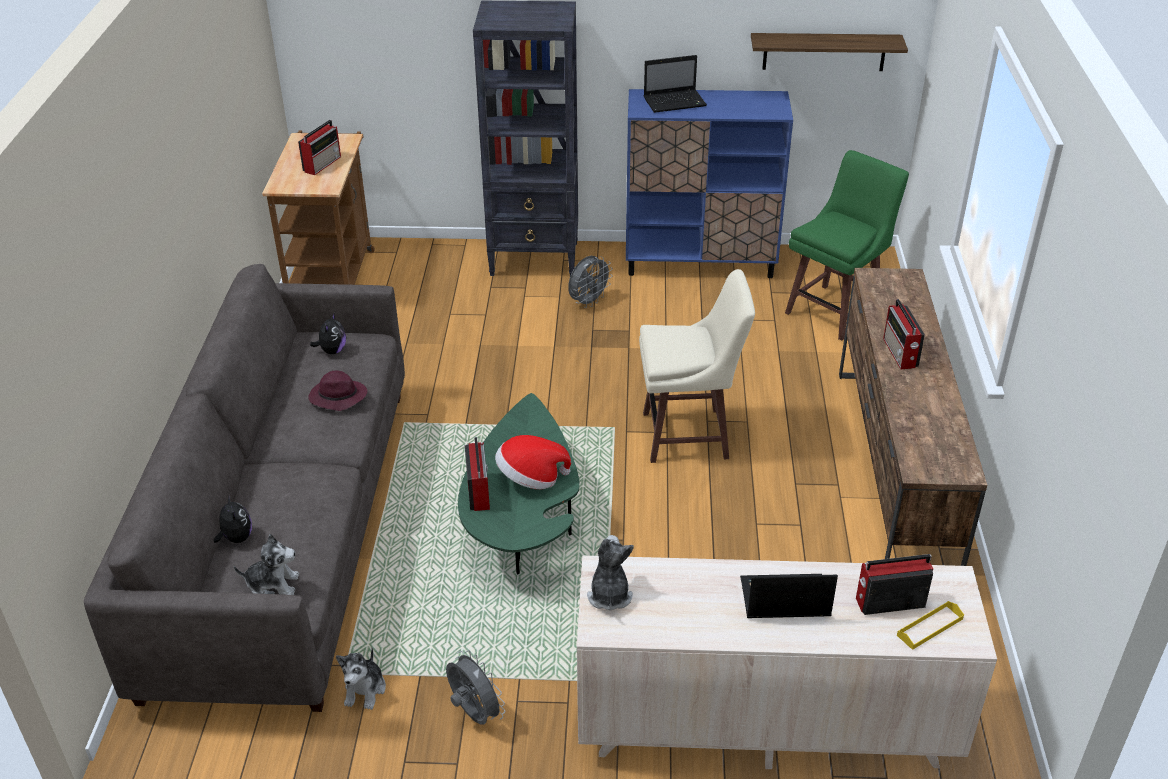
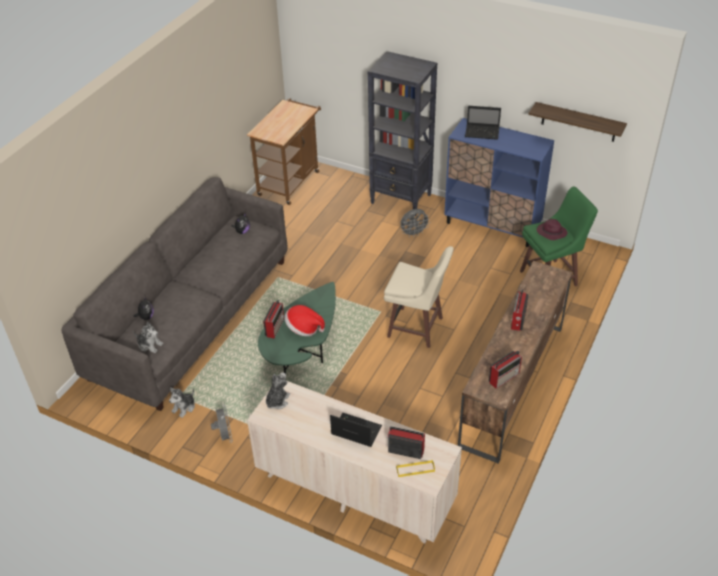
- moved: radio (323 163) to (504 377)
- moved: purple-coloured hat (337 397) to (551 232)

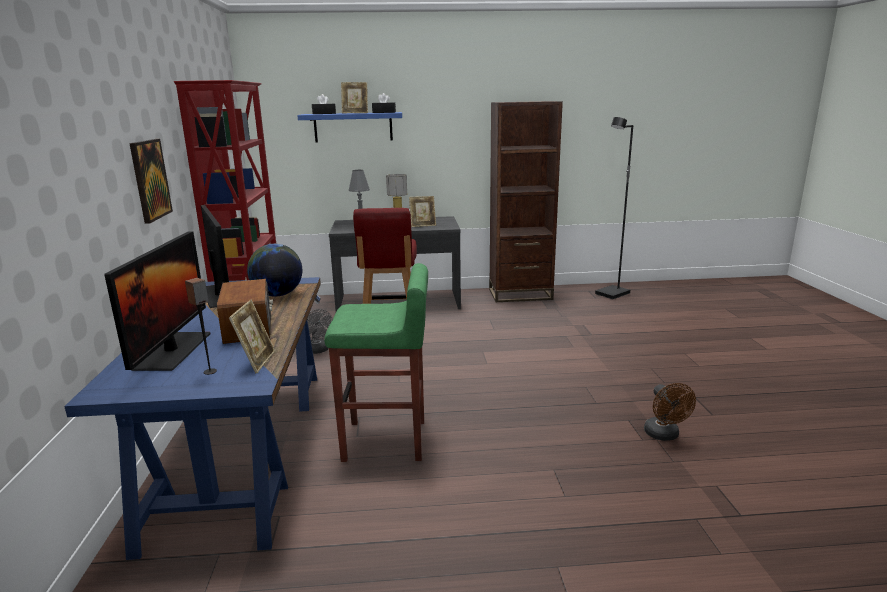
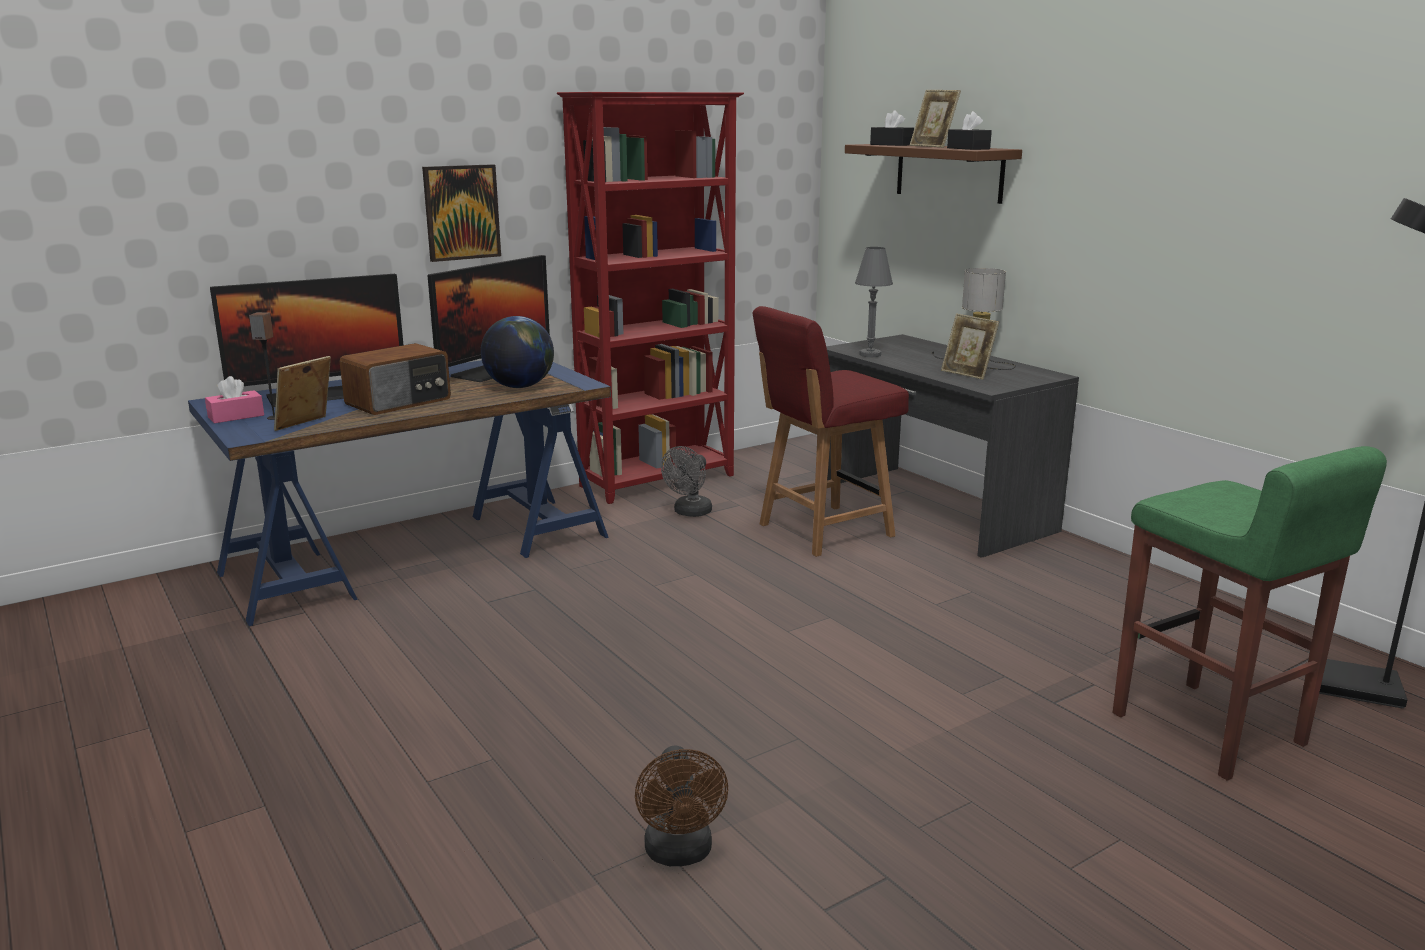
- added: pink tissue box (236 416)
- turned: picture frame (257 362) = (306 425) 150 degrees clockwise
- turned: brown fan (664 435) = (680 854) 60 degrees counterclockwise
- recoloured: blue shelf (353 127) to brown shelf (949 172)
- moved: green-coloured sitting stool (386 441) to (1208 730)
- removed: brown shelving unit (520 294)

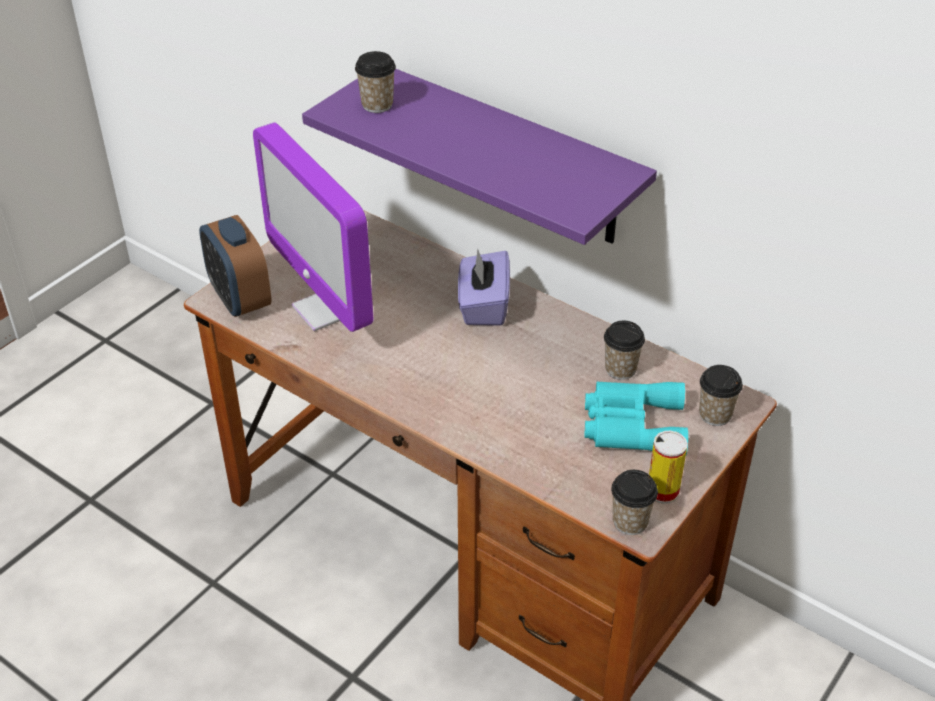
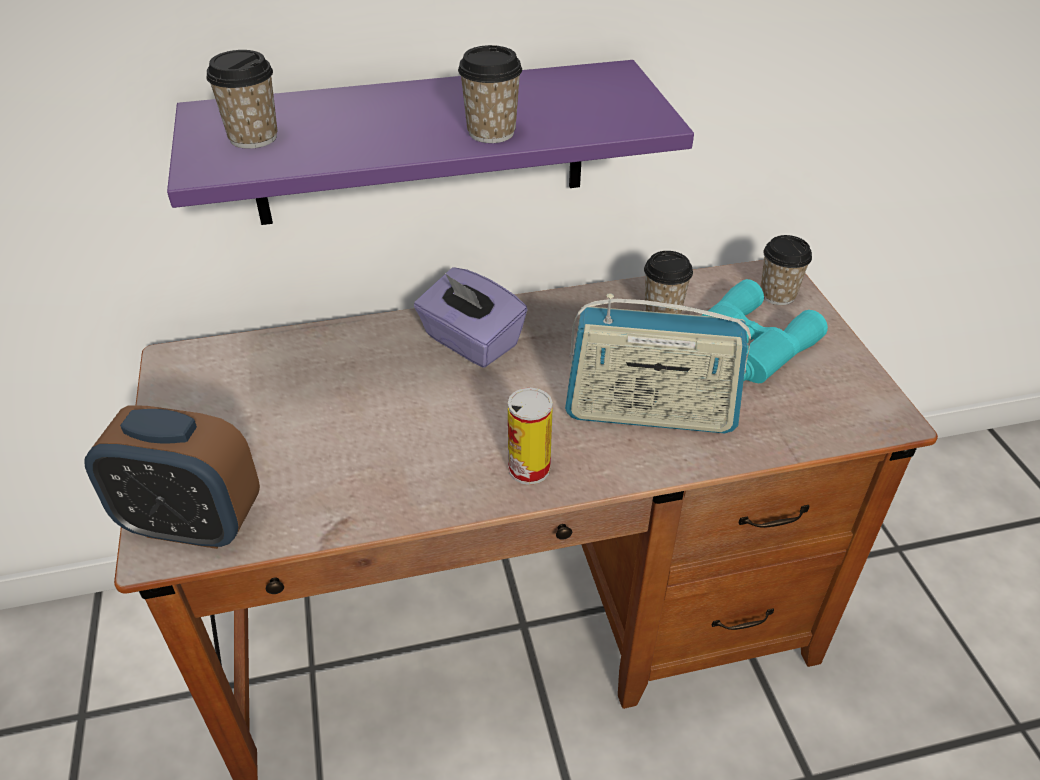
- moved: small cup (630 522) to (491 132)
- moved: can (663 491) to (529 468)
- added: radio (650 413)
- removed: computer display (325 309)

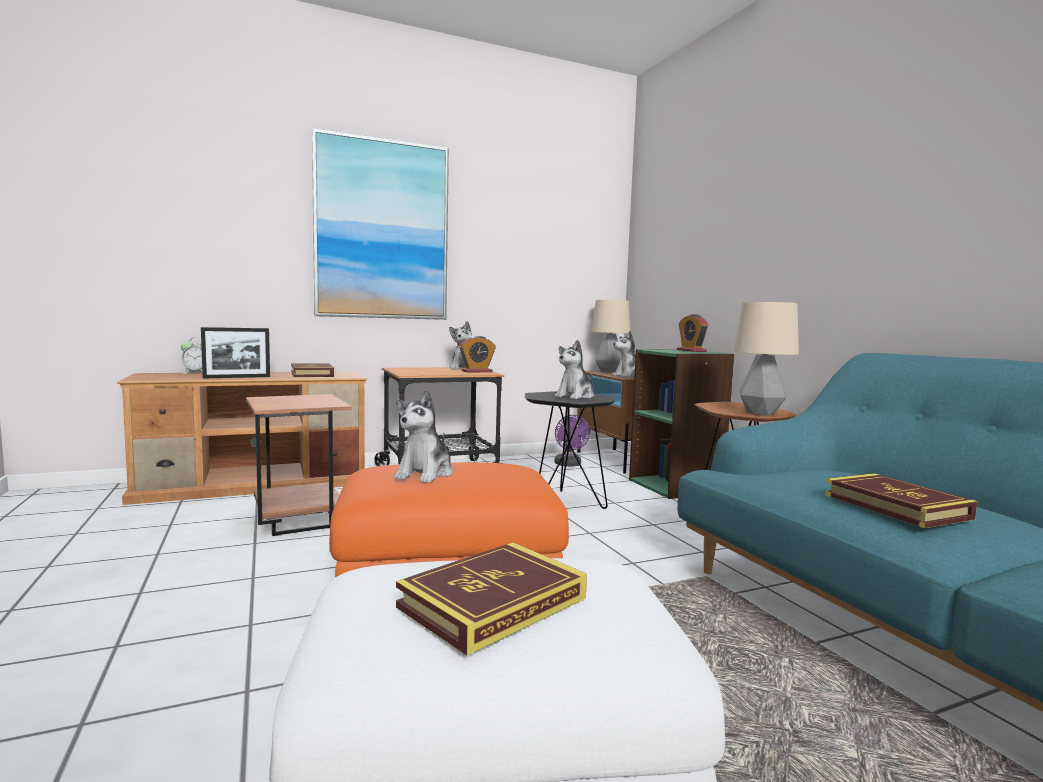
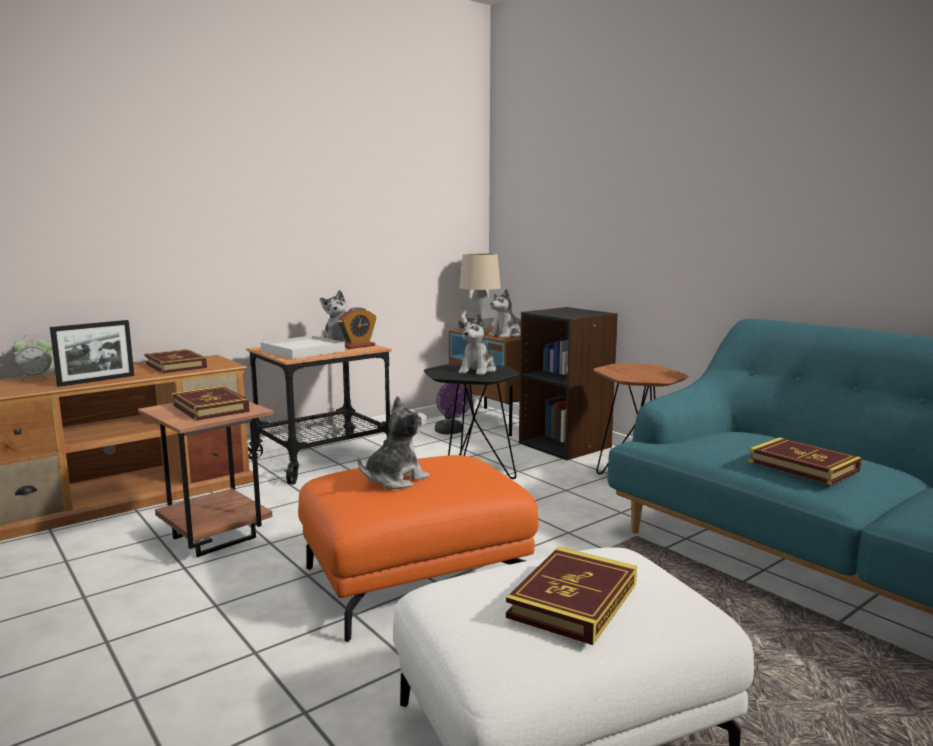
- added: bound book (210 408)
- added: white-coloured serving tray (303 351)
- turned: soft toy (425 474) = (394 480) 135 degrees counterclockwise
- recoloured: green-coloured shelving unit (676 486) to black shelving unit (565 445)
- removed: picture (382 230)
- removed: bedside clock (691 351)
- removed: lamp for a table (759 413)

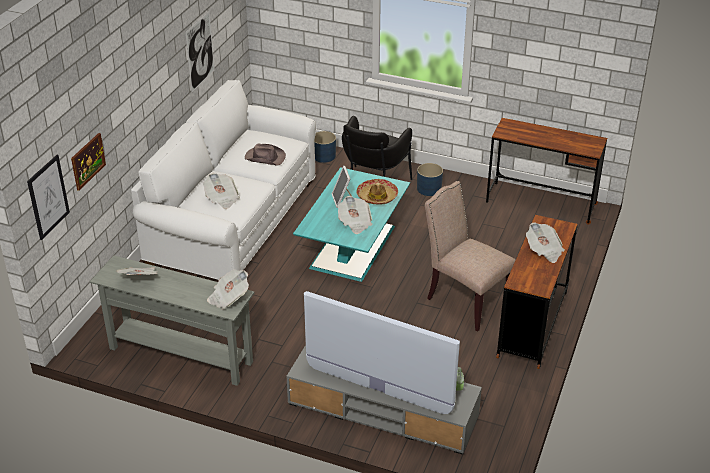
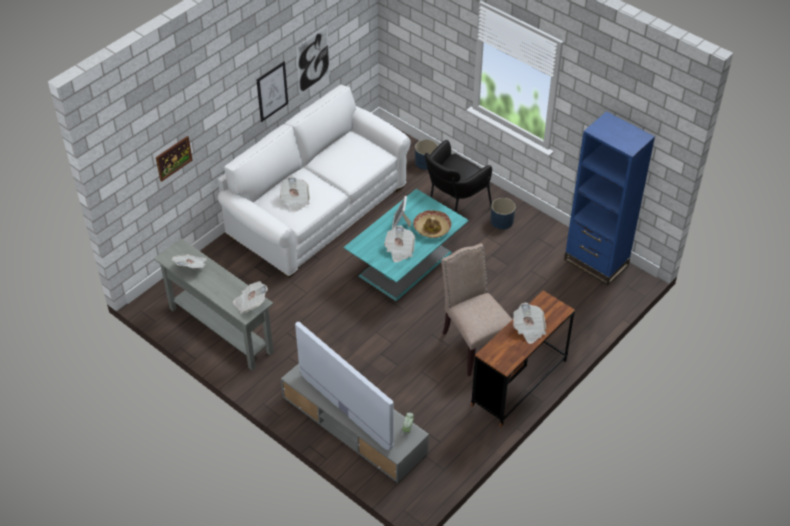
- moved: picture (48 197) to (272 91)
- replaced: brown desk table (541 203) to blue shelving unit (596 262)
- removed: brown hat (264 157)

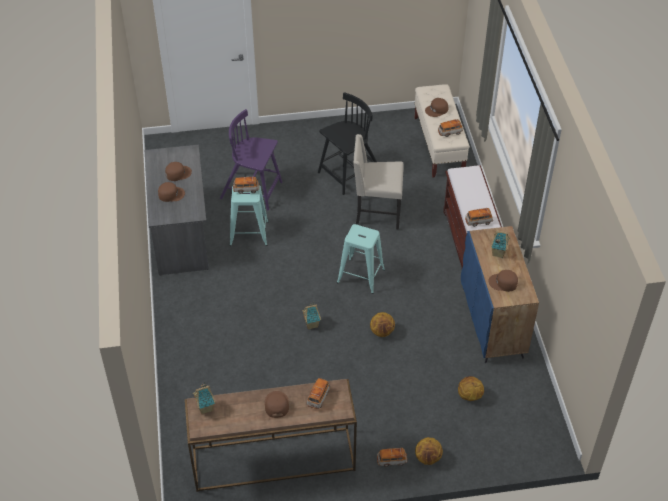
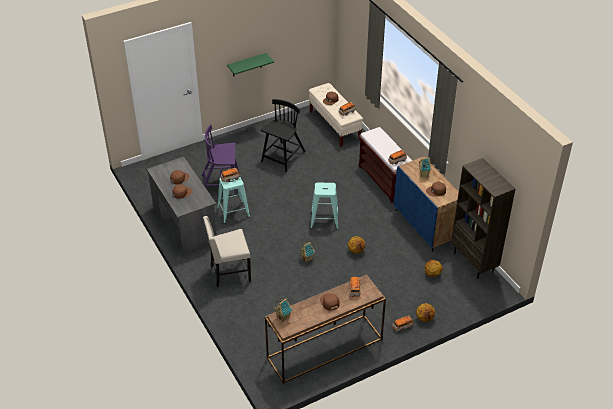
- moved: beige upright chair (376 213) to (229 273)
- added: green-coloured shelf (247 65)
- added: brown shelving unit (474 262)

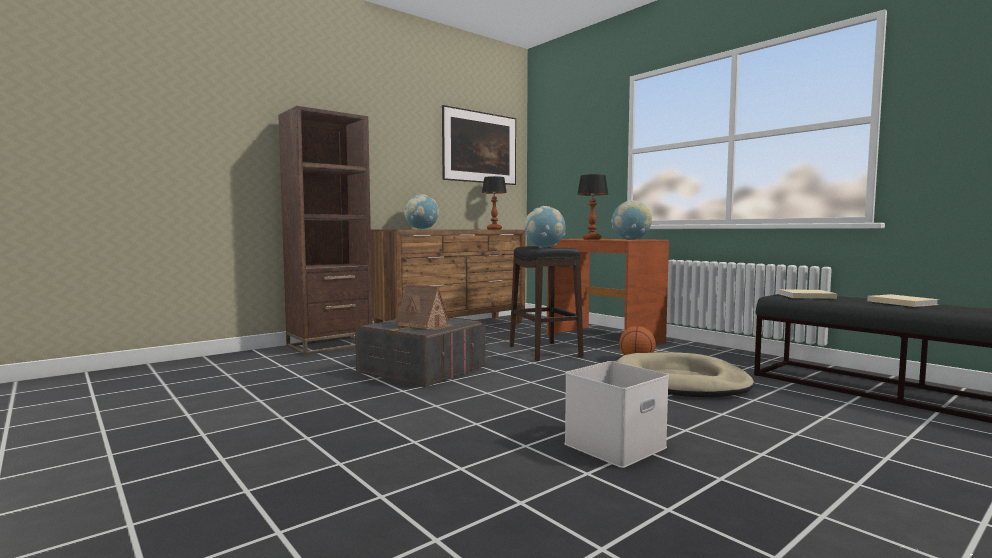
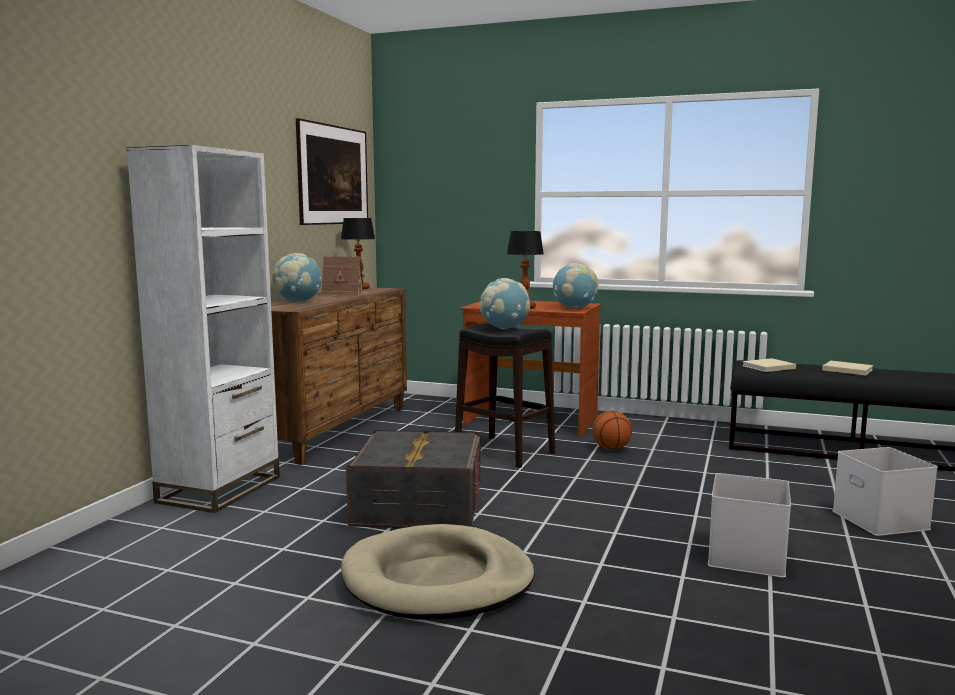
- recoloured: brown shelving unit (330 345) to white-coloured shelving unit (220 489)
- moved: toy house (424 325) to (345 293)
- moved: beige dog cushion (681 382) to (437 580)
- added: white-coloured storage bin (882 520)

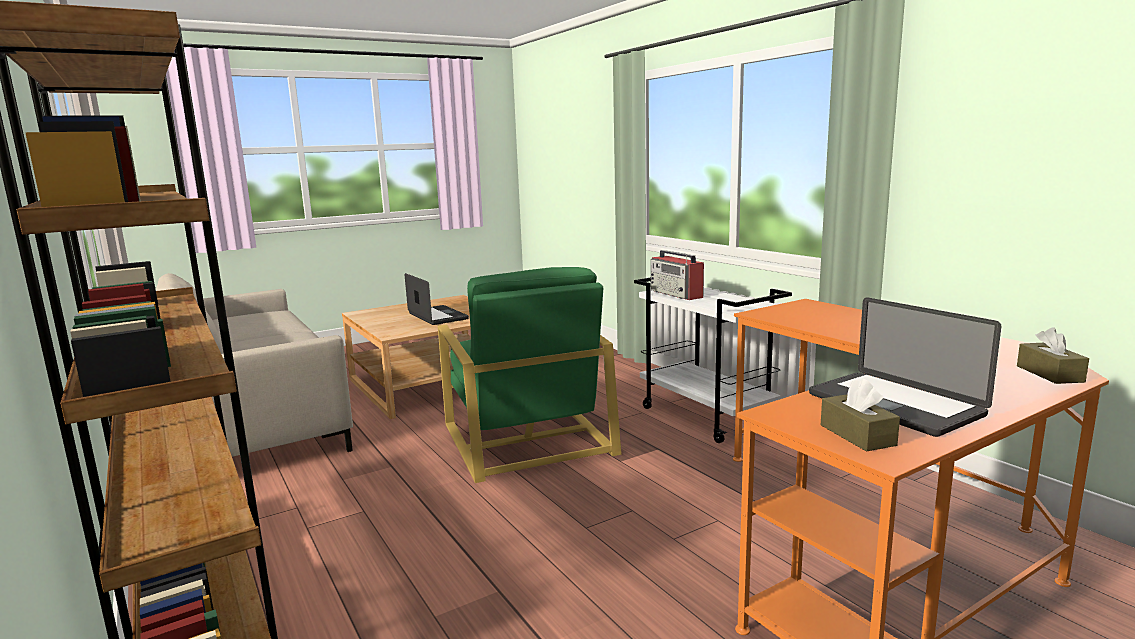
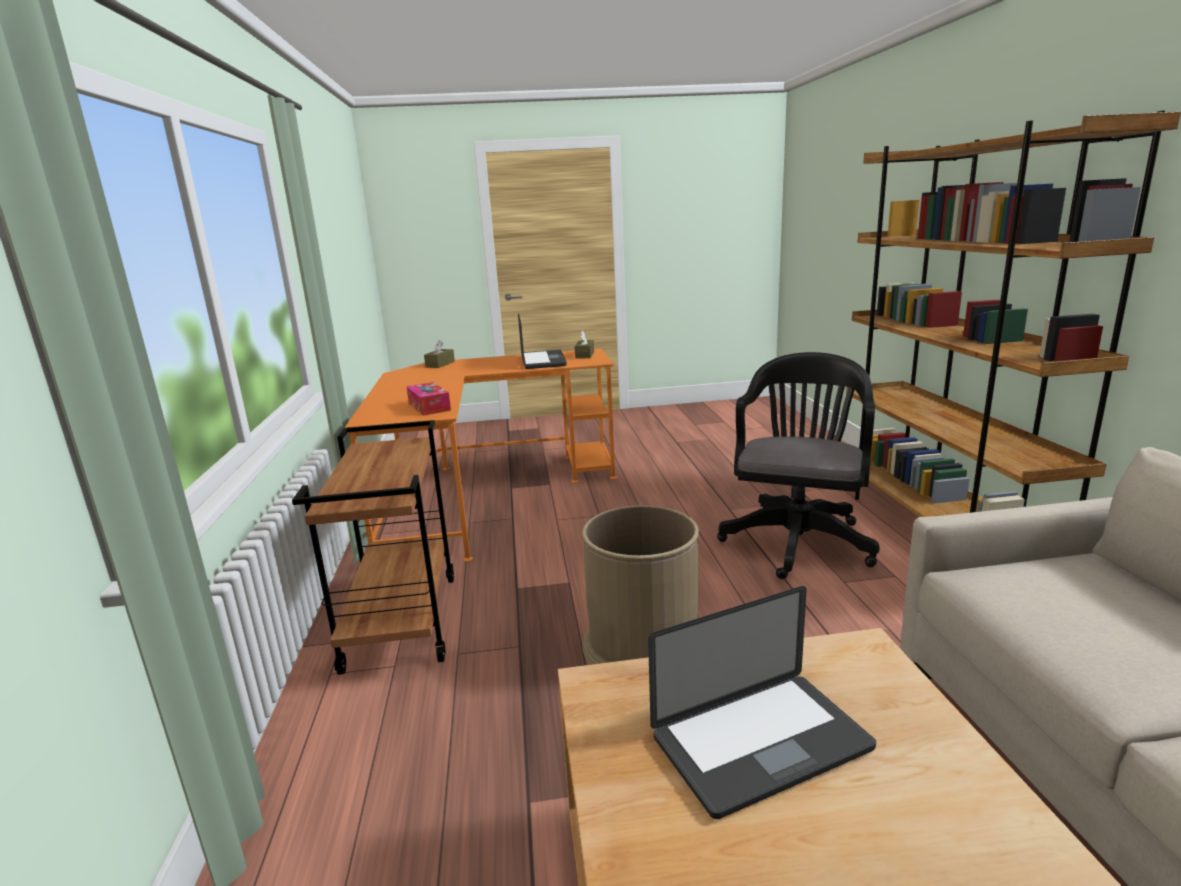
- recoloured: white-coloured trolley (707 416) to brown trolley (401 621)
- added: tissue box (429 407)
- replaced: green-coloured armchair (527 437) to brown trash can (643 644)
- turned: portable computer (437 316) = (761 743) 105 degrees counterclockwise
- added: black office chair (798 539)
- removed: radio (677 294)

